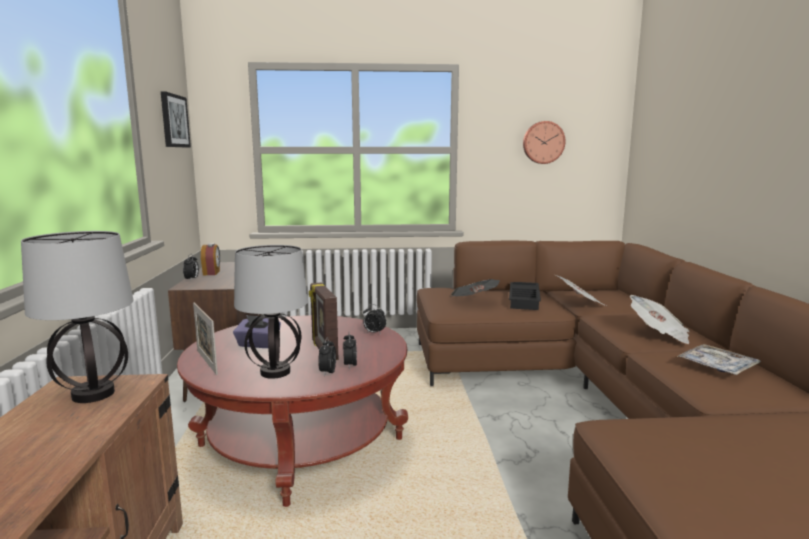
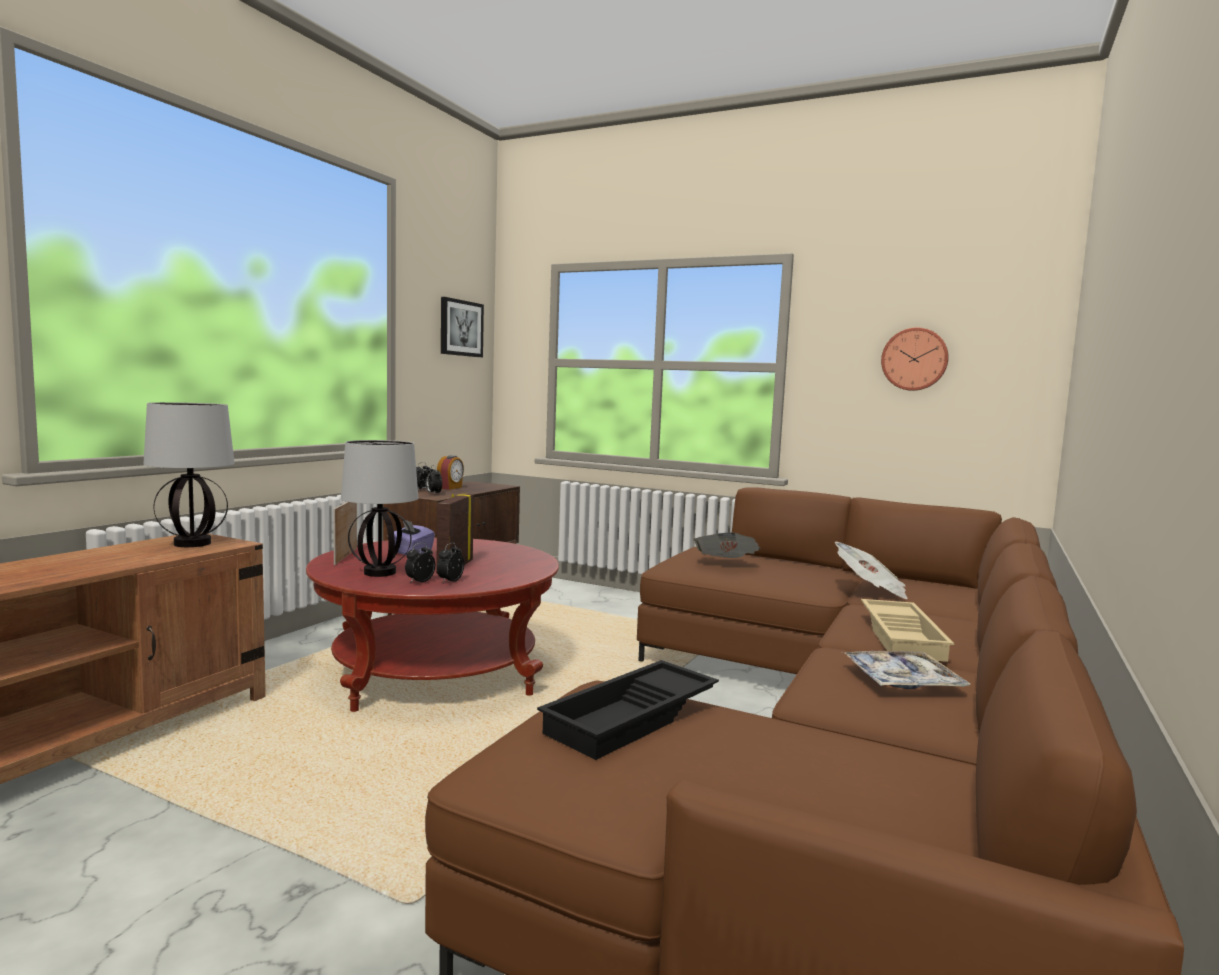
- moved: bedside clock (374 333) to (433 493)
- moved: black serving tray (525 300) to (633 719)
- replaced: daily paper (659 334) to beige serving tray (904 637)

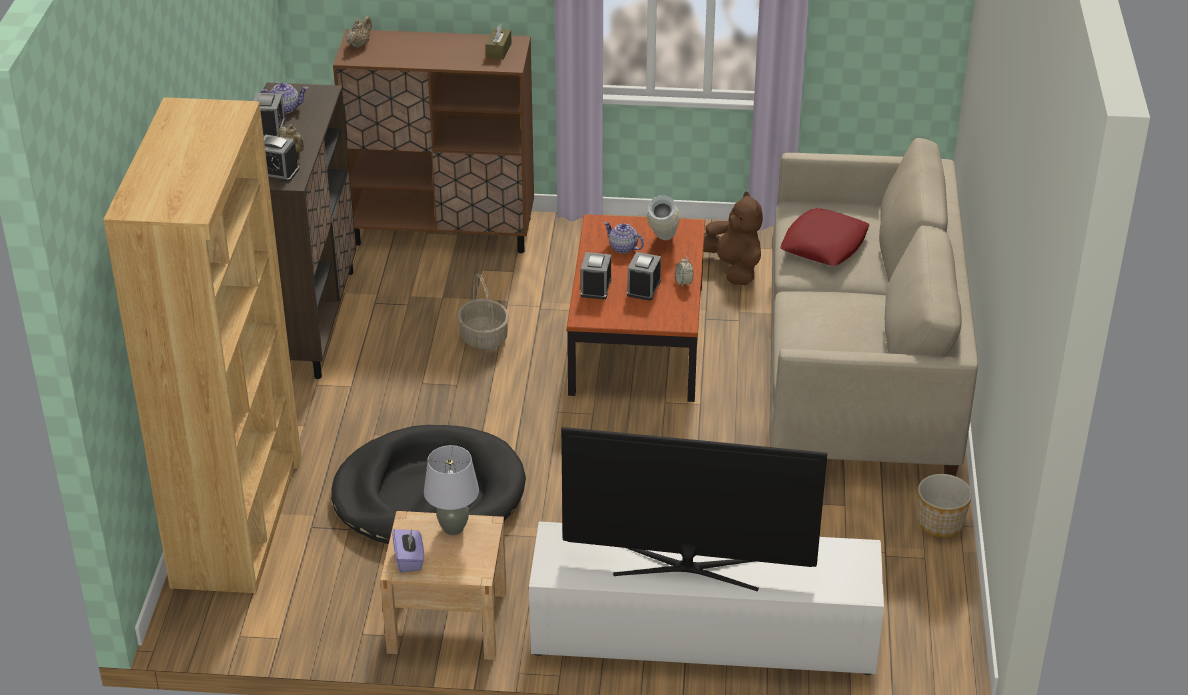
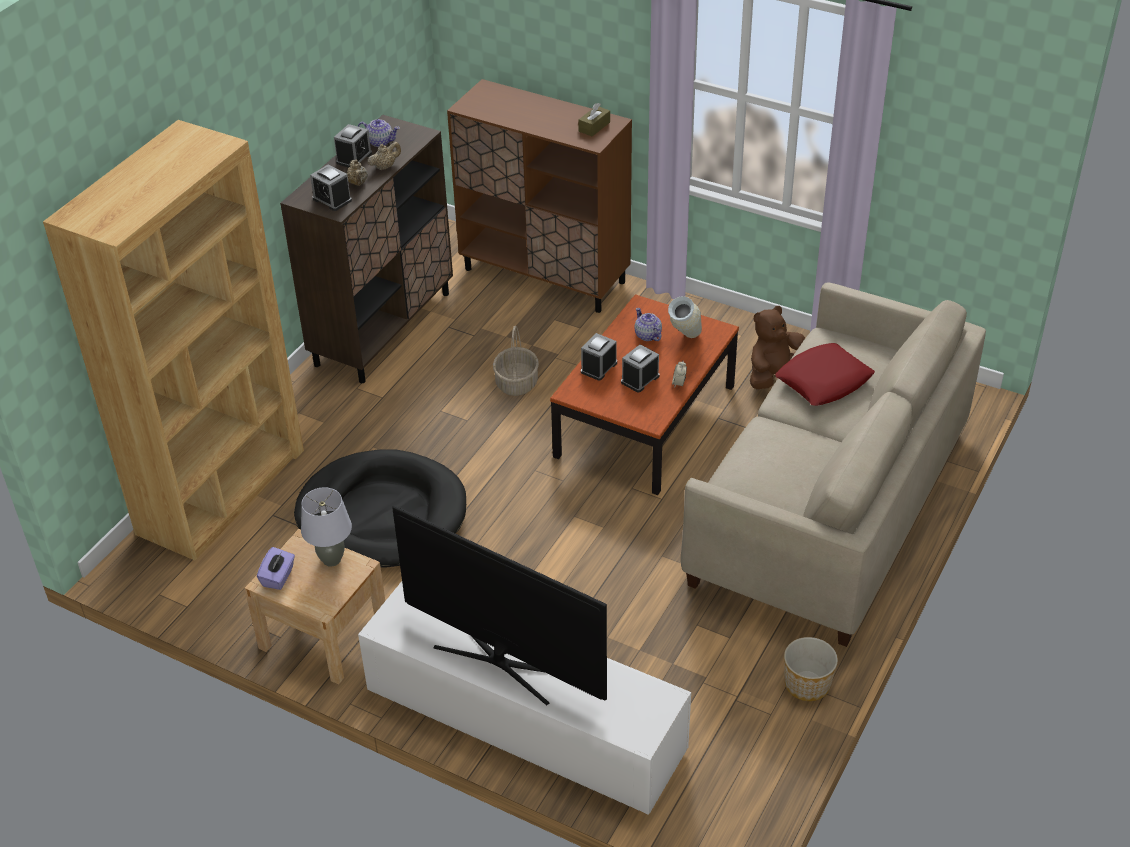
- moved: beige pot for tea (359 44) to (385 167)
- turned: brown soft toy (733 268) = (774 376) 120 degrees counterclockwise

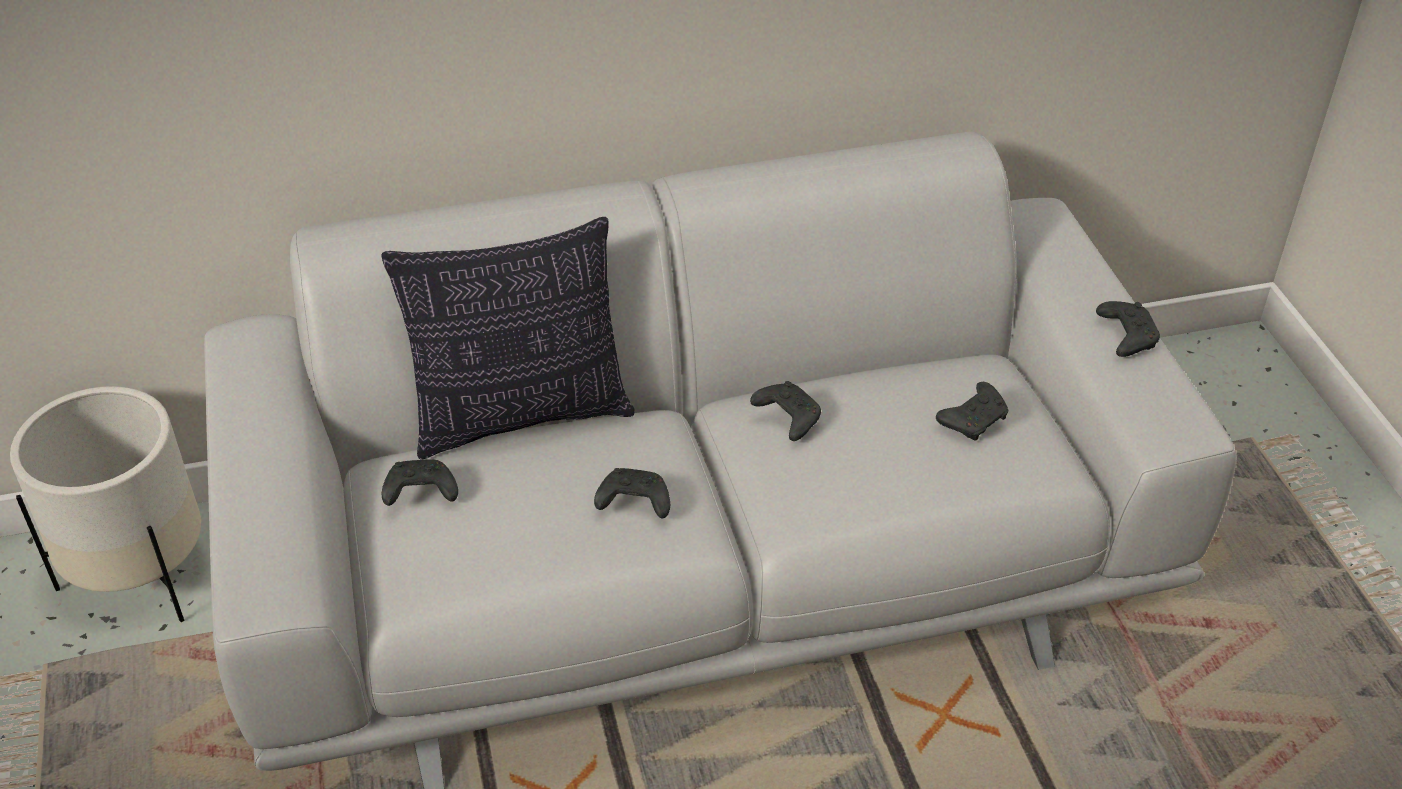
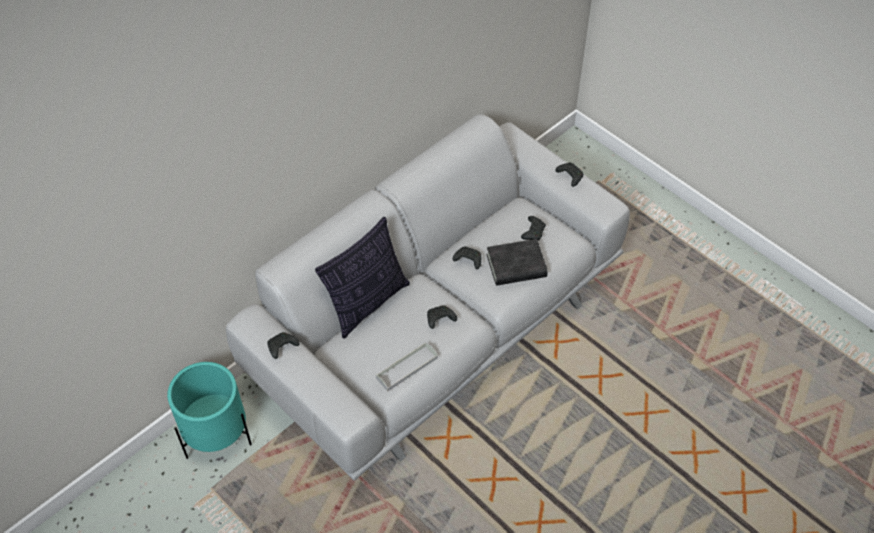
- recoloured: white-coloured planter (140 575) to blue-green planter (216 435)
- moved: black gamepad (419 492) to (281 348)
- added: grey serving tray (406 368)
- added: black bound book (516 266)

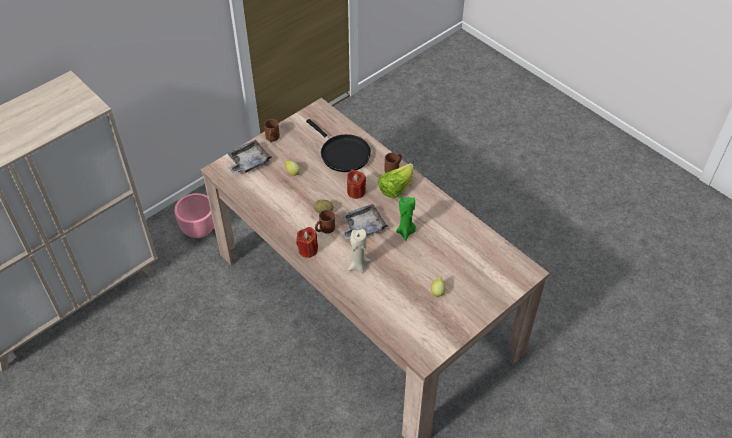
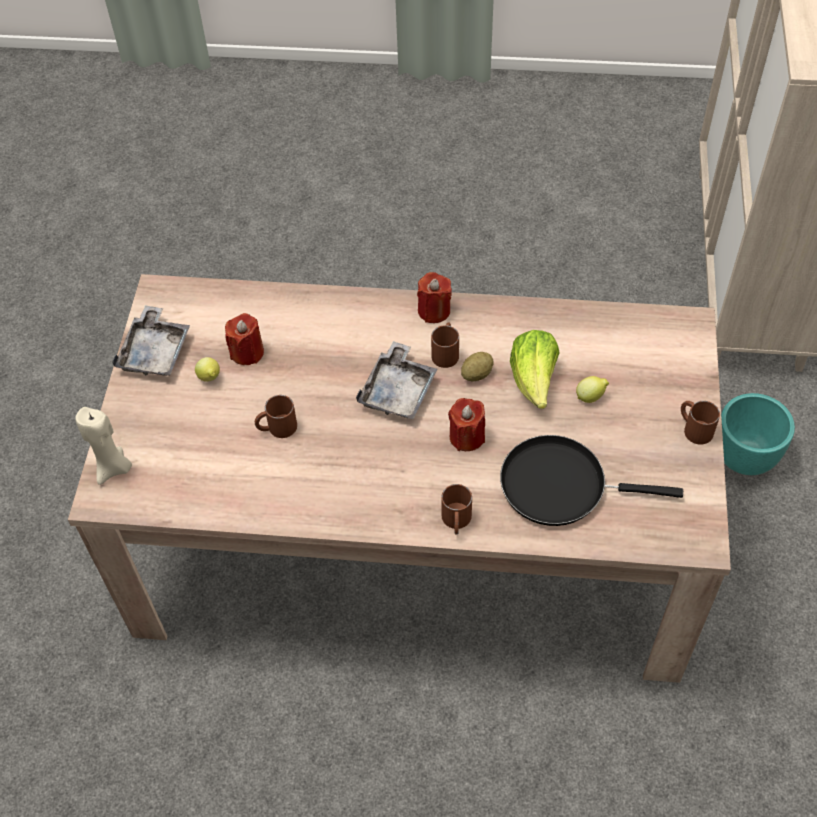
- moved: beige wax candle (358 265) to (114 468)
- moved: grey serving tray (248 162) to (155 352)
- added: red-coloured wax candle (247 352)
- added: brown mug (276 428)
- moved: lettuce head (396 188) to (534 381)
- recoloured: pink planter (199 230) to blue-green planter (744 459)
- removed: green-coloured wax candle (406 232)

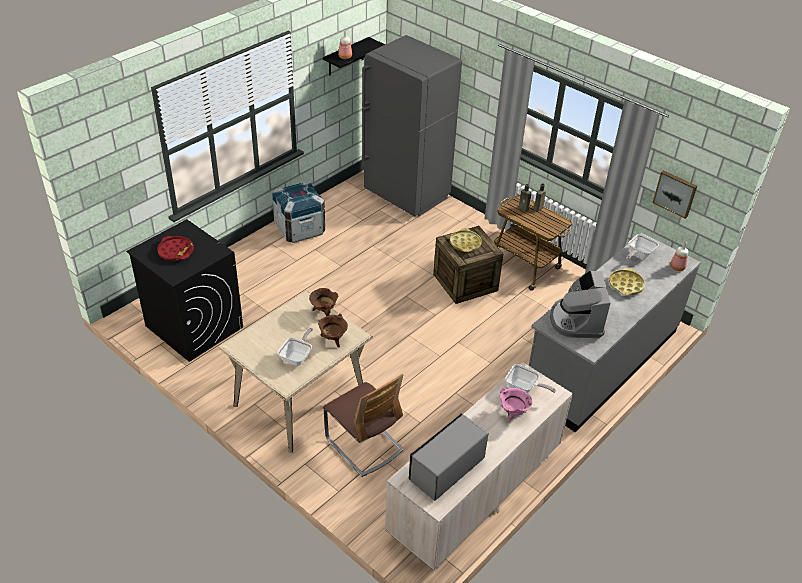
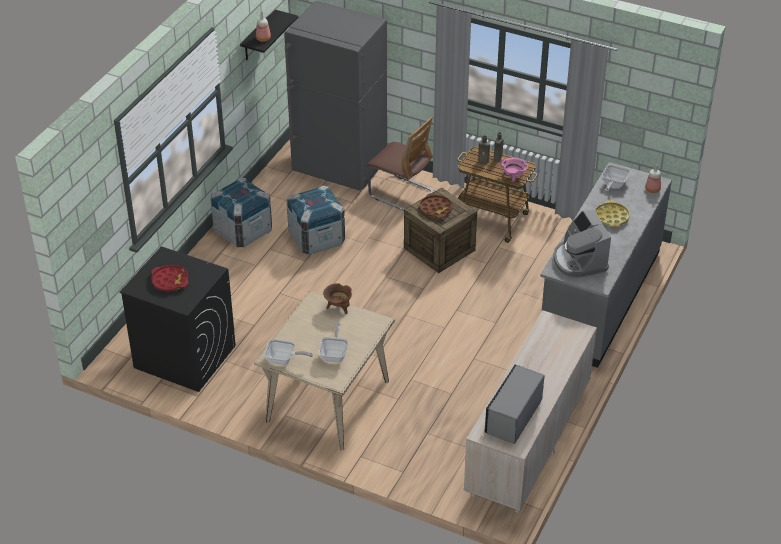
- moved: frying pan (524 388) to (283 360)
- added: crate (316 239)
- moved: upright chair (364 444) to (401 194)
- recoloured: yellowish serving tray (465 243) to brown serving tray (436 209)
- moved: pink stockpot (512 413) to (513 178)
- removed: brown stockpot (333 340)
- removed: picture (675 193)

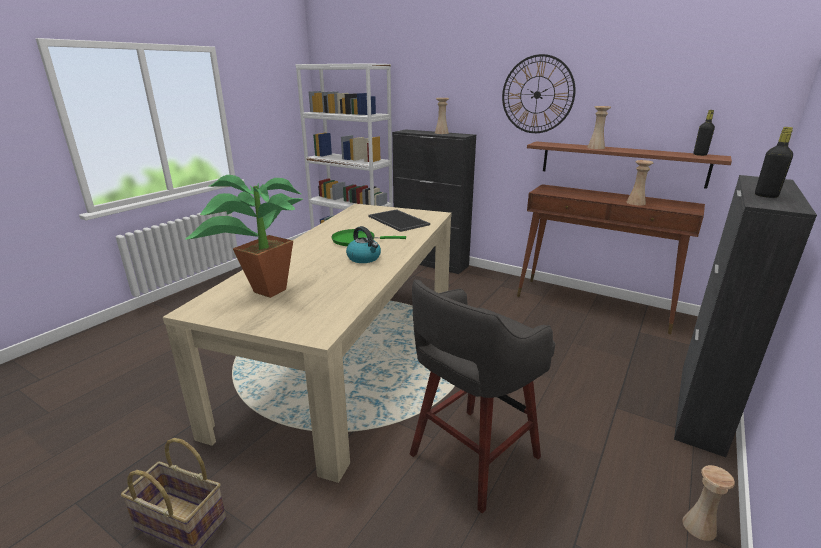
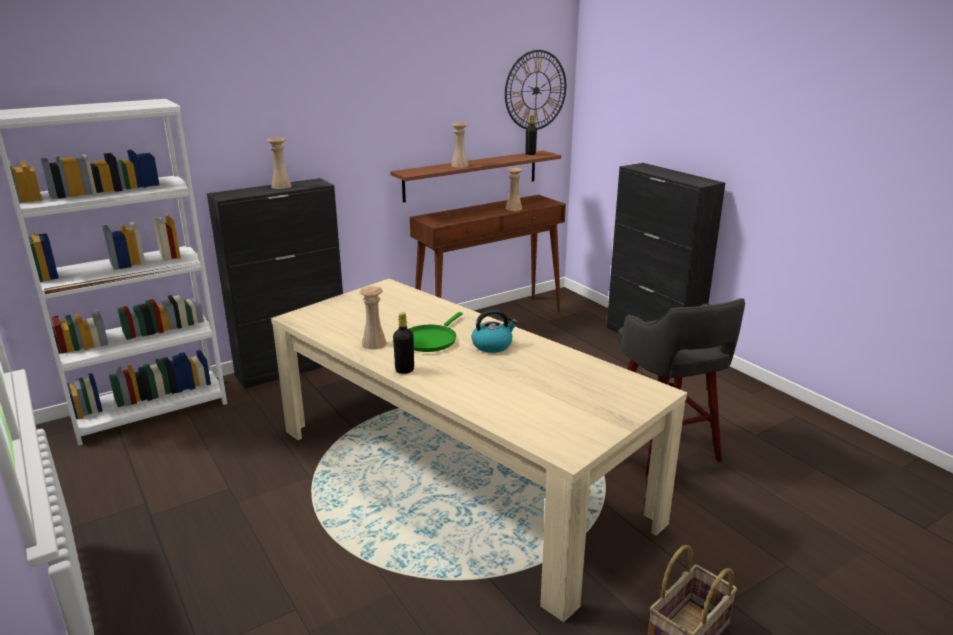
- moved: beige vase (699 526) to (374 343)
- moved: black beverage bottle (766 196) to (404 370)
- moved: clock on the wall (537 95) to (536 90)
- removed: plant in a pot (263 292)
- removed: serving tray (399 220)

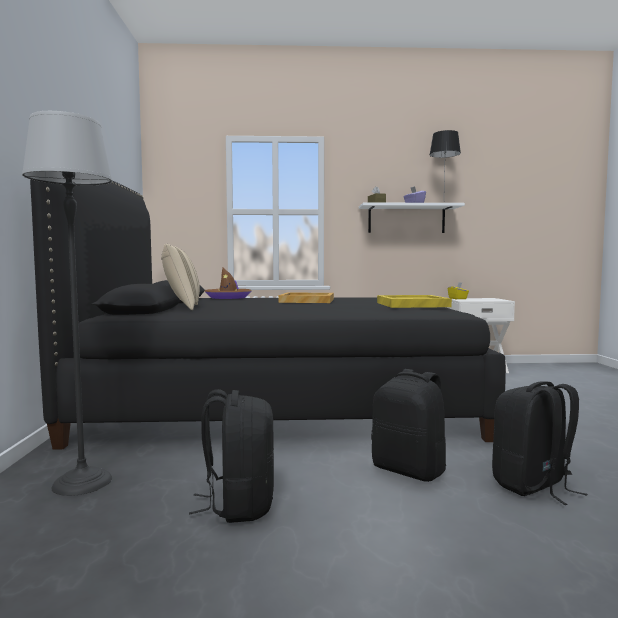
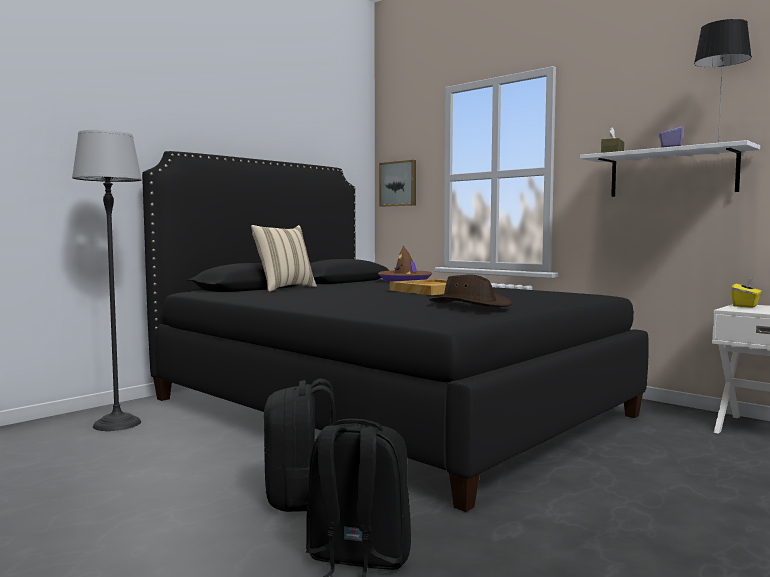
- added: picture (399 184)
- replaced: yellowish serving tray (411 304) to brown hat (469 305)
- removed: black backpack (239 505)

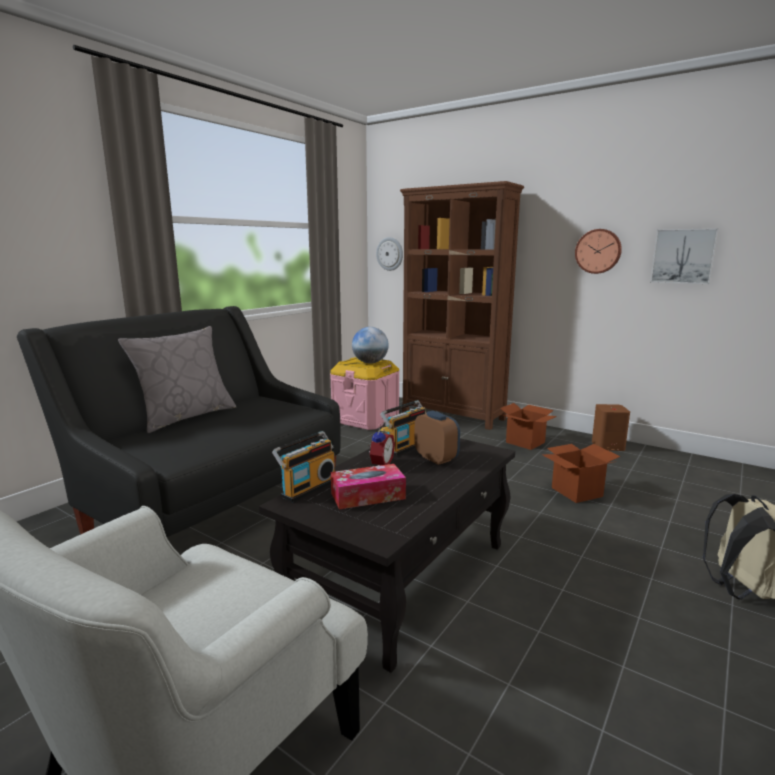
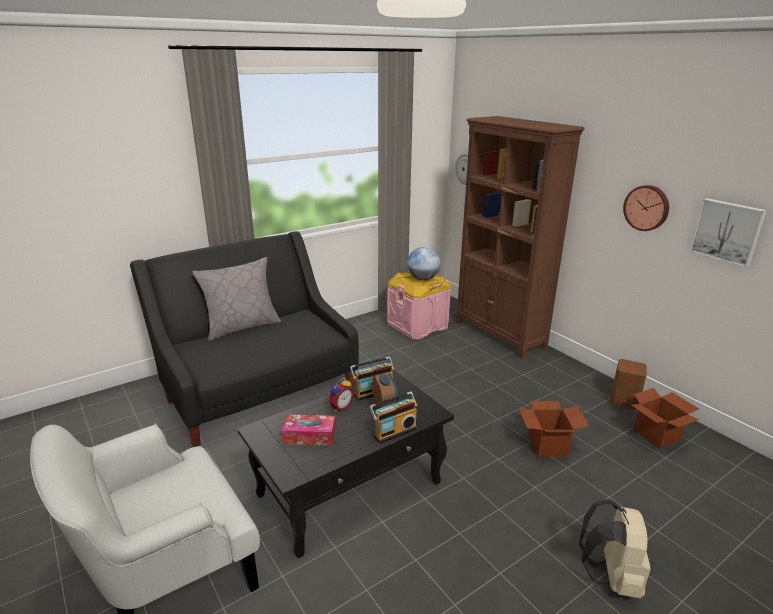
- moved: radio (307 488) to (394 431)
- moved: cardboard box (525 442) to (656 435)

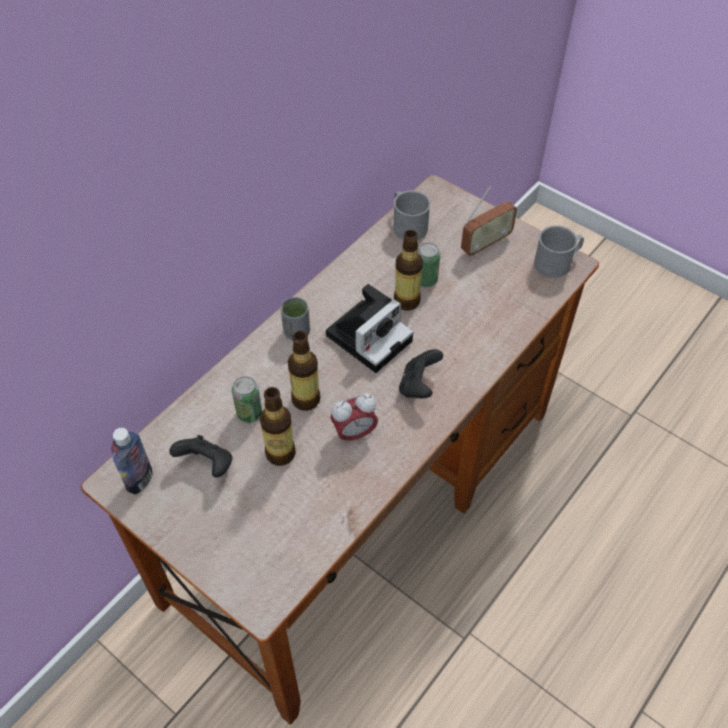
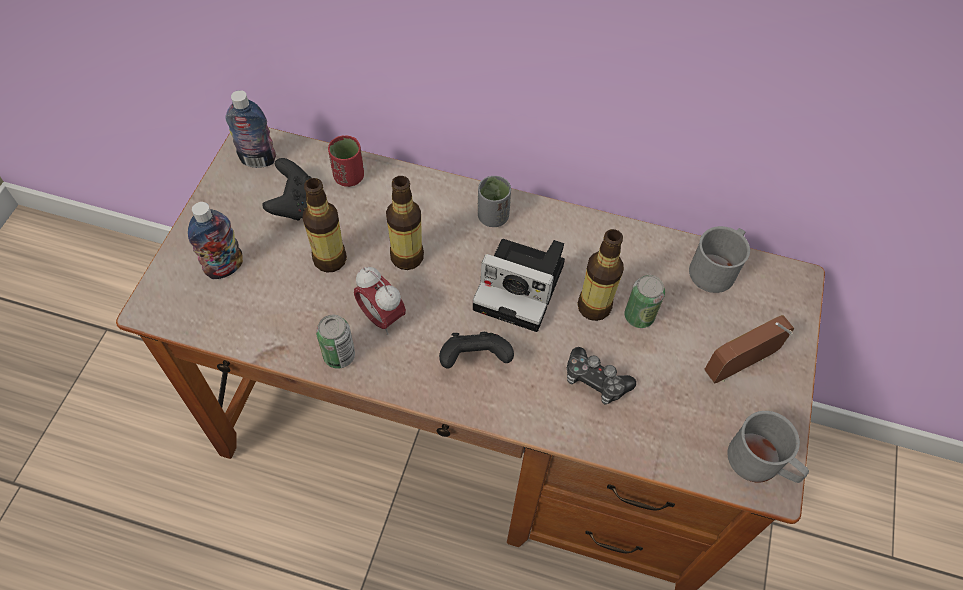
- added: beverage bottle (225 267)
- moved: can (249 413) to (339 356)
- added: red-coloured small cup (349 177)
- added: gamepad (595 381)
- turned: radio (485 244) = (739 365) 120 degrees clockwise

